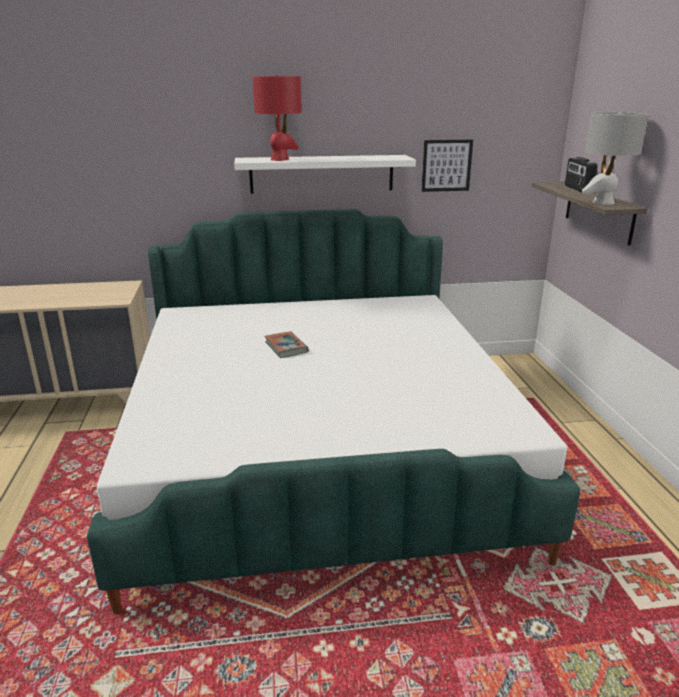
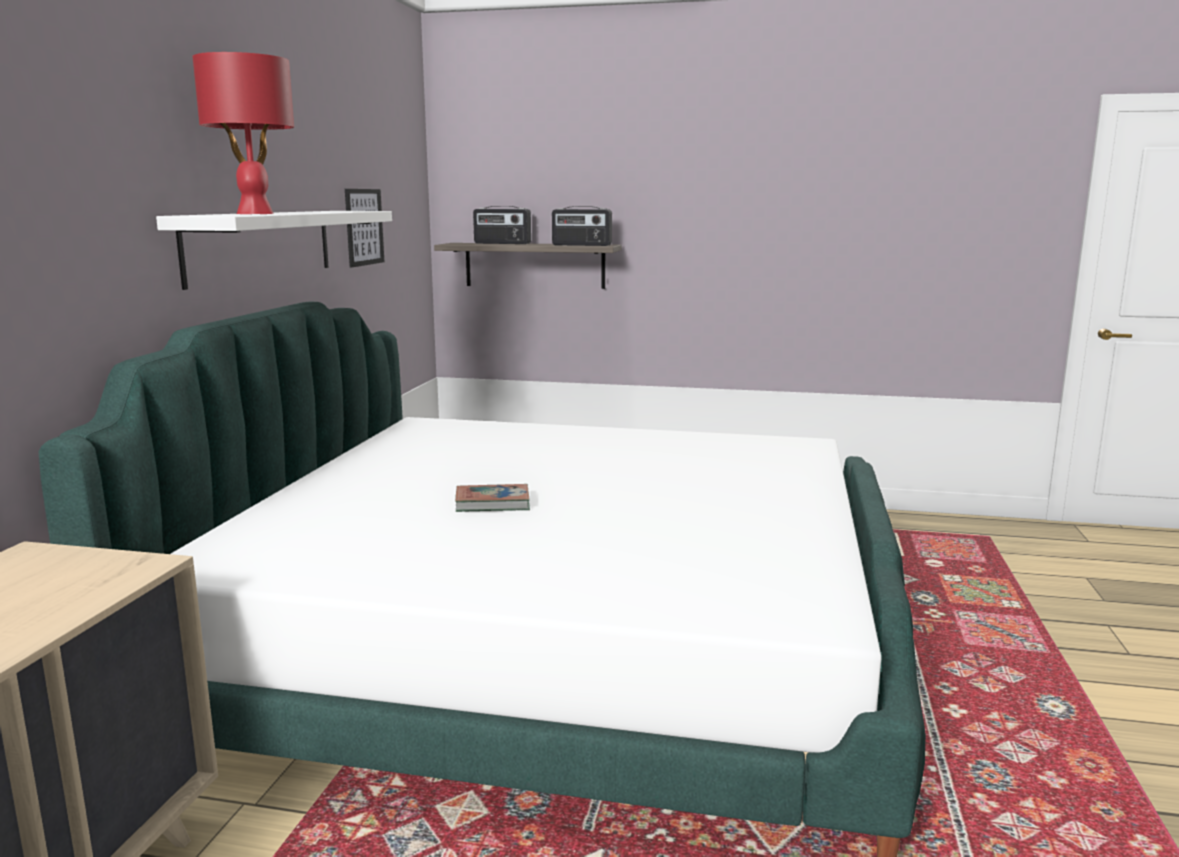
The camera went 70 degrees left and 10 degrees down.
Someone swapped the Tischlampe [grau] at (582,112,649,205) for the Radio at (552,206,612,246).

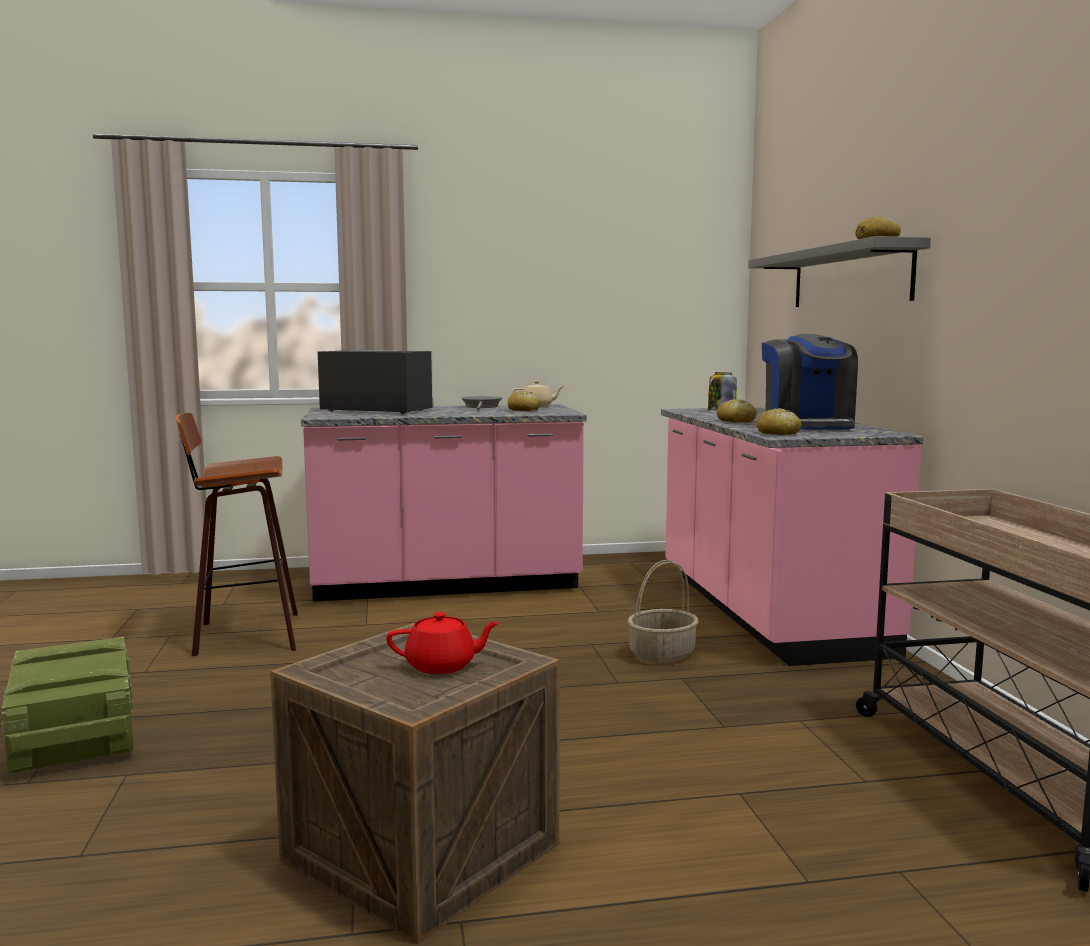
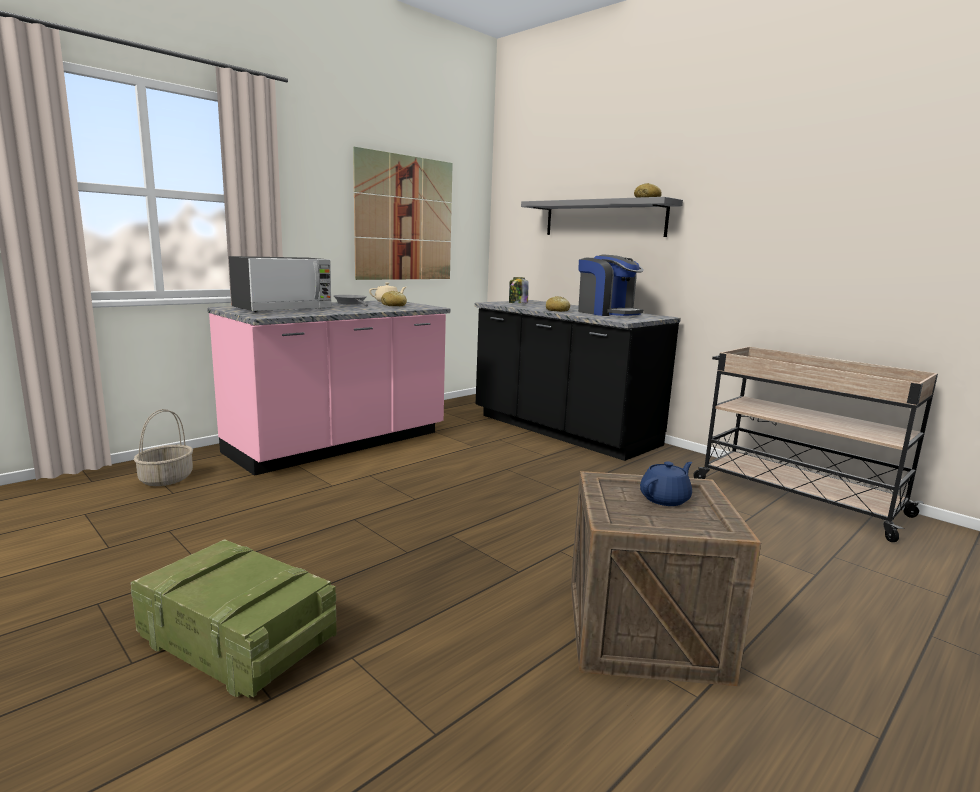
The camera went 35 degrees left and 5 degrees up.
Someone took away the Hocker at (175,413,298,656).
Someone rotated the Mikrowelle at (318,350,434,414) by 150 degrees clockwise.
Someone repainted the Teekanne [rot] at (386,612,500,674), which became the Teekanne [blau] at (640,461,692,506).
Someone carried the Korb from (627,560,698,663) to (134,409,193,486).
Someone repainted the Küchenzeile [rosa] at (661,407,923,666), which became the Küchenzeile [schwarz] at (474,300,681,461).
Someone took away the Brot at (756,408,802,435).
Someone put up the Bild at (353,147,453,280).

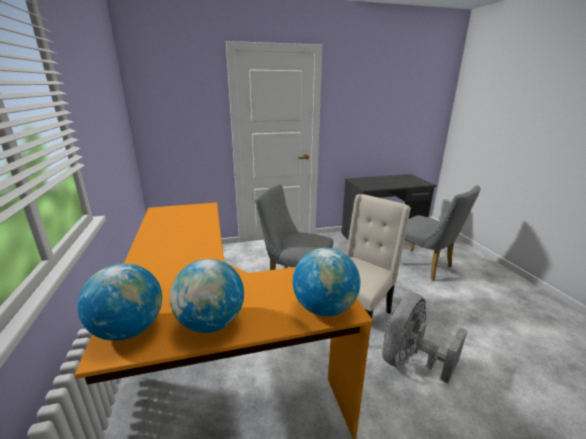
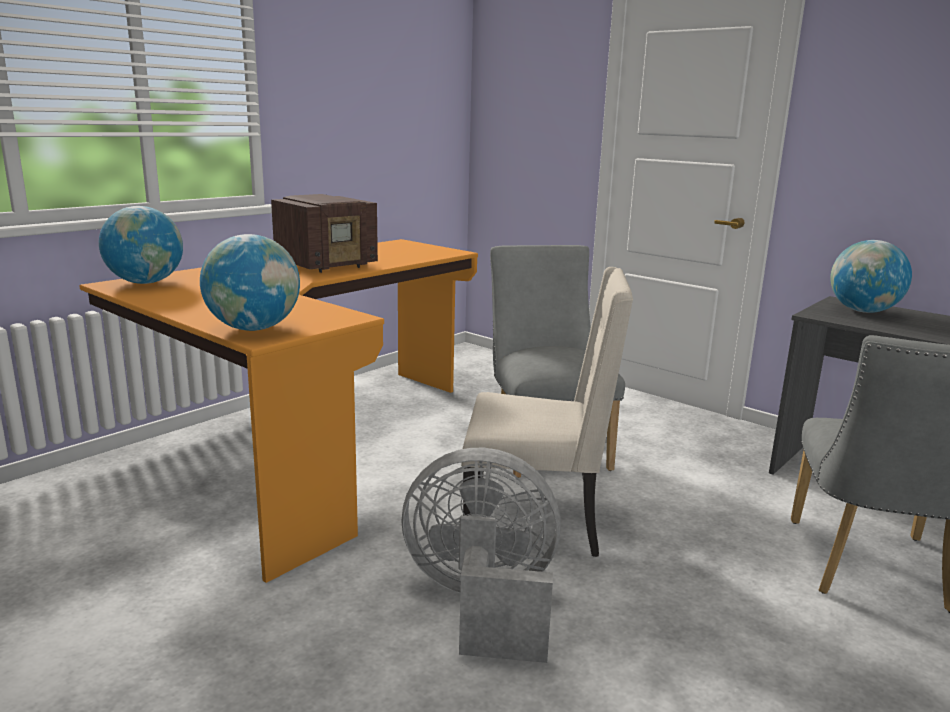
The camera went 55 degrees right and 5 degrees down.
Someone carried the Globus from (170,259,244,333) to (830,240,912,313).
Someone put down the Radio at (271,194,378,273).

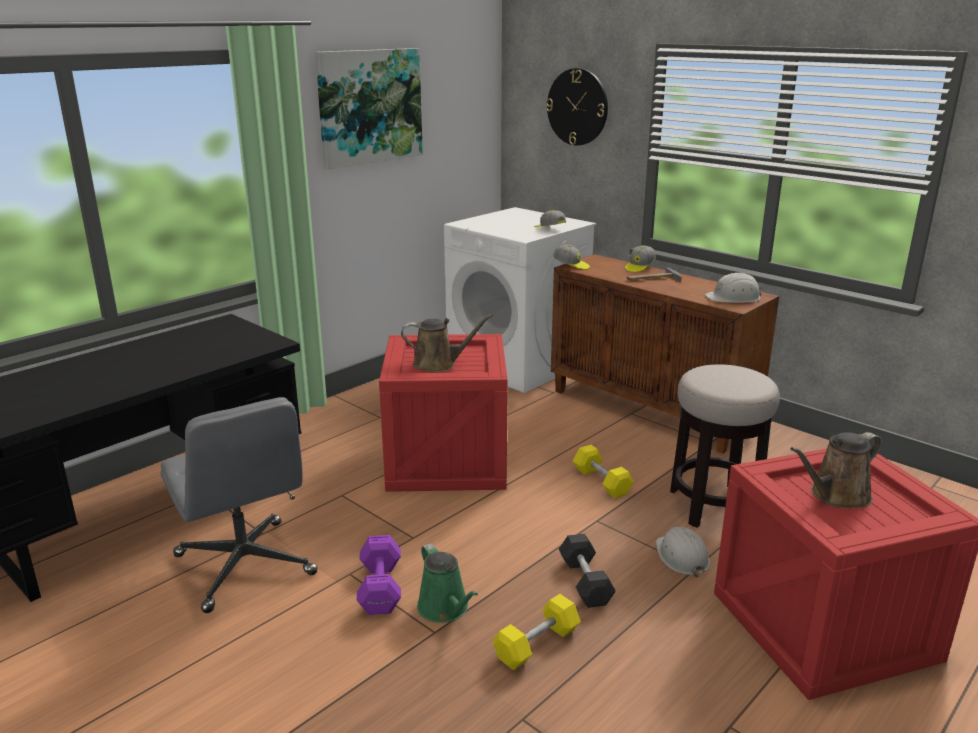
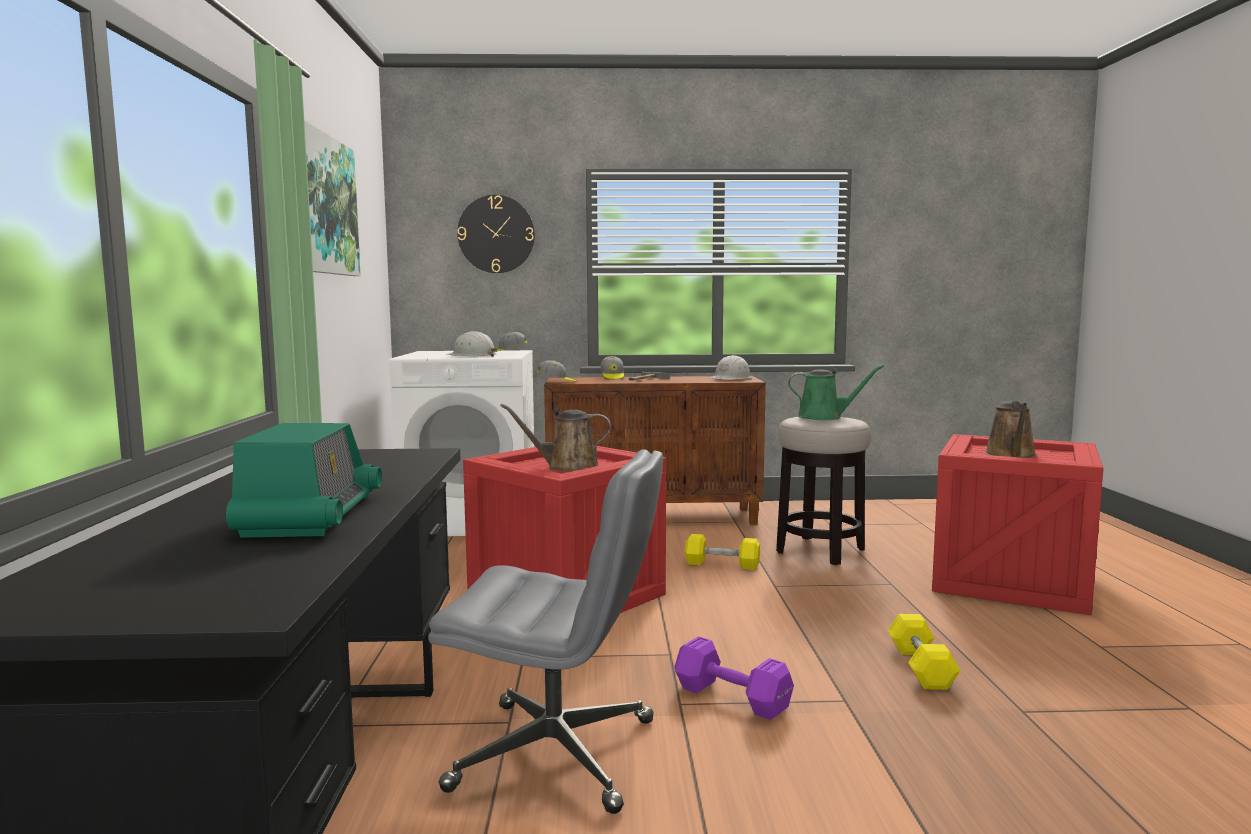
The camera went 45 degrees left and 15 degrees down.
Someone rotated the Gießkanne [braun] at (401,314,493,373) by 135 degrees counterclockwise.
Someone carried the Gießkanne [grün] from (417,544,478,623) to (788,365,884,420).
Someone took away the Hantel [grau] at (559,534,616,608).
Someone carried the Schutzhelm [weiß] from (656,527,710,577) to (446,331,497,357).
Someone put down the Radio at (226,423,382,538).

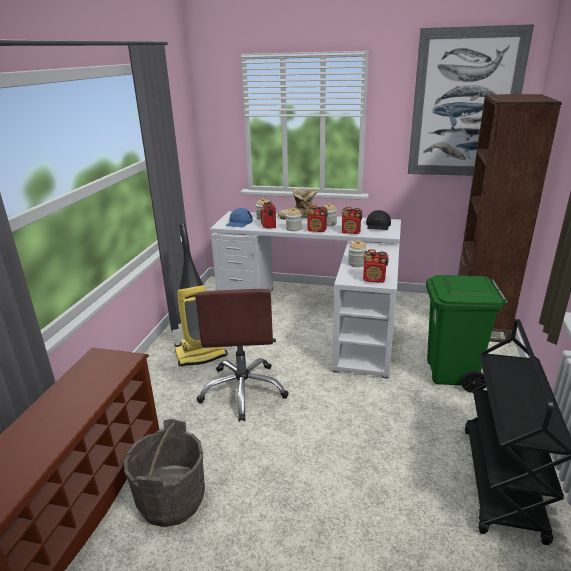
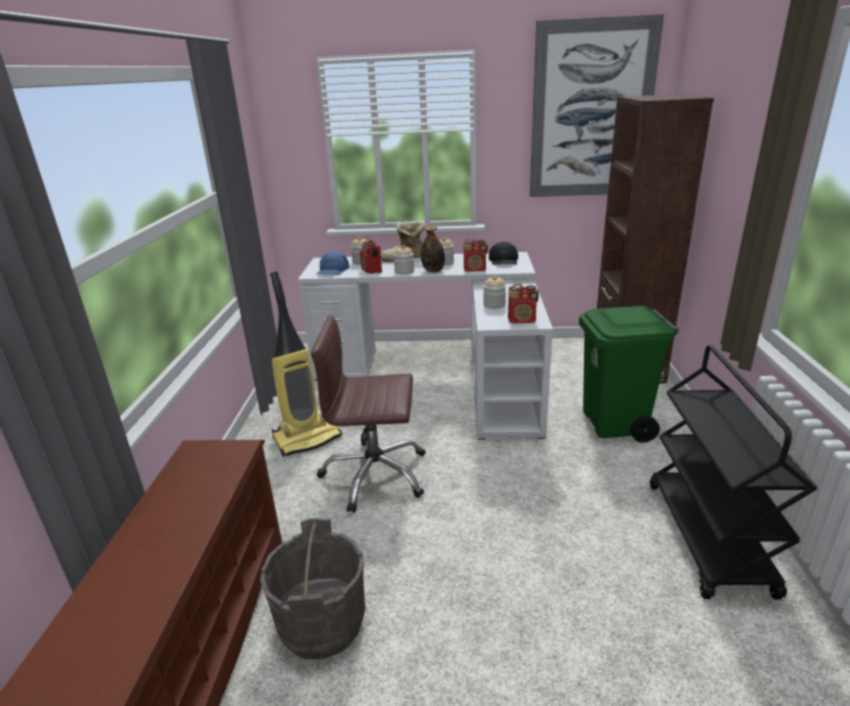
The camera went 10 degrees left and 0 degrees up.
Someone rotated the Bürostuhl [braun] at (195,289,289,422) by 105 degrees clockwise.
Someone swapped the Radio at (307,205,327,232) for the Flasche at (421,225,445,273).

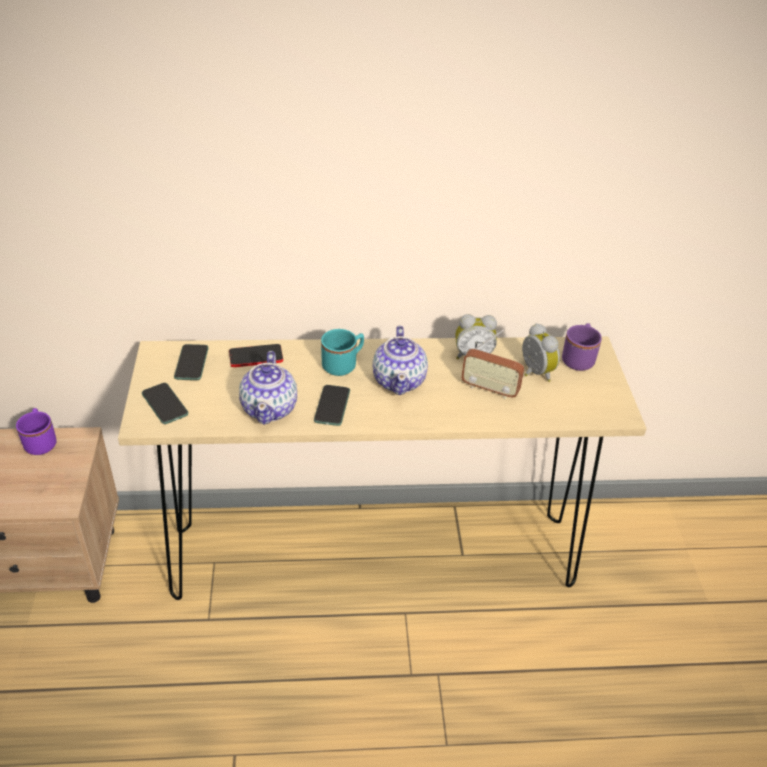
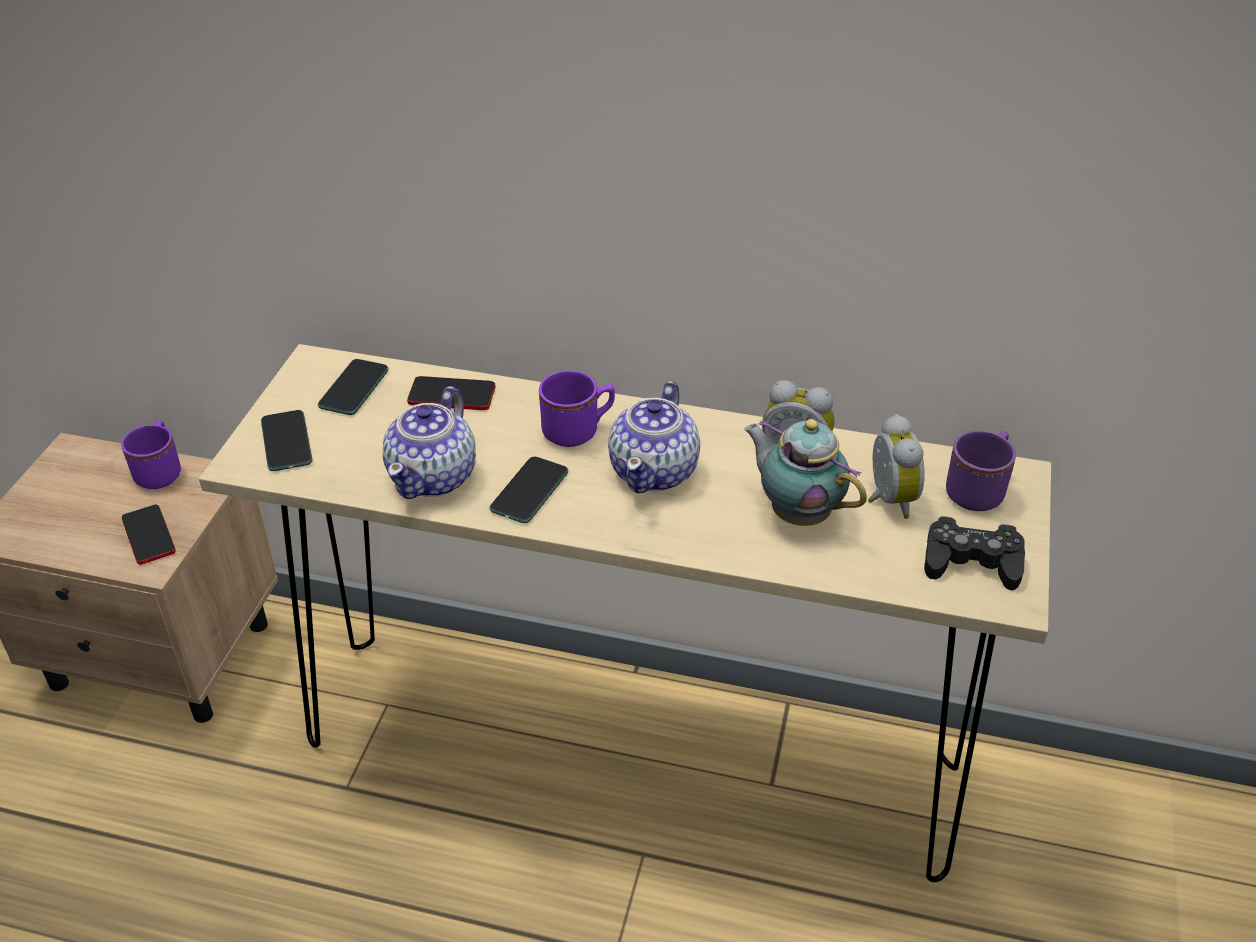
The camera went 20 degrees right and 0 degrees up.
Someone repainted the Henkelbecher [türkis] at (321,329,364,376), which became the Henkelbecher [lila] at (539,370,615,447).
Someone swapped the Radio at (461,330,524,399) for the Teekanne at (744,419,867,526).
Someone put down the Handy at (122,504,176,565).
Someone put down the Gamepad [schwarz] at (924,516,1025,590).

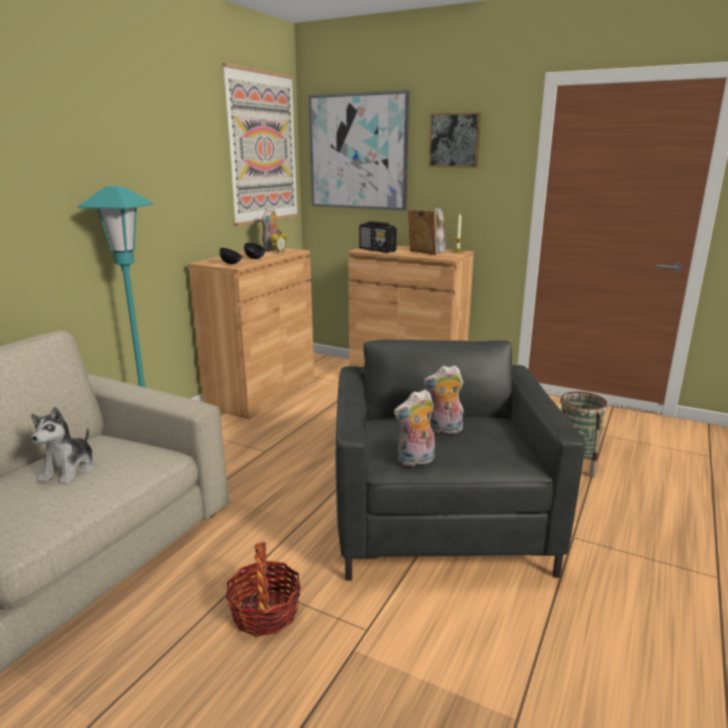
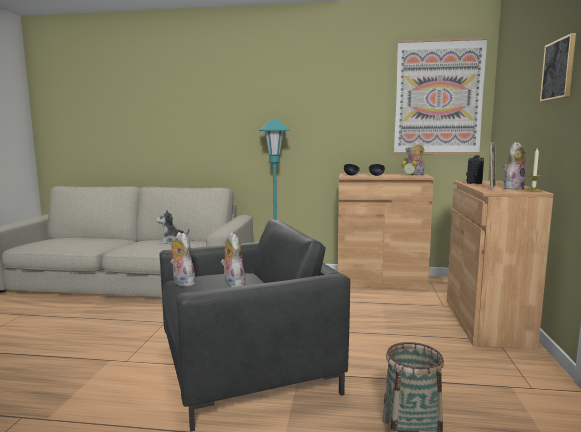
The camera went 70 degrees right and 10 degrees down.
Someone took away the Korb at (226,542,301,637).
Someone took away the Bild at (309,90,409,211).

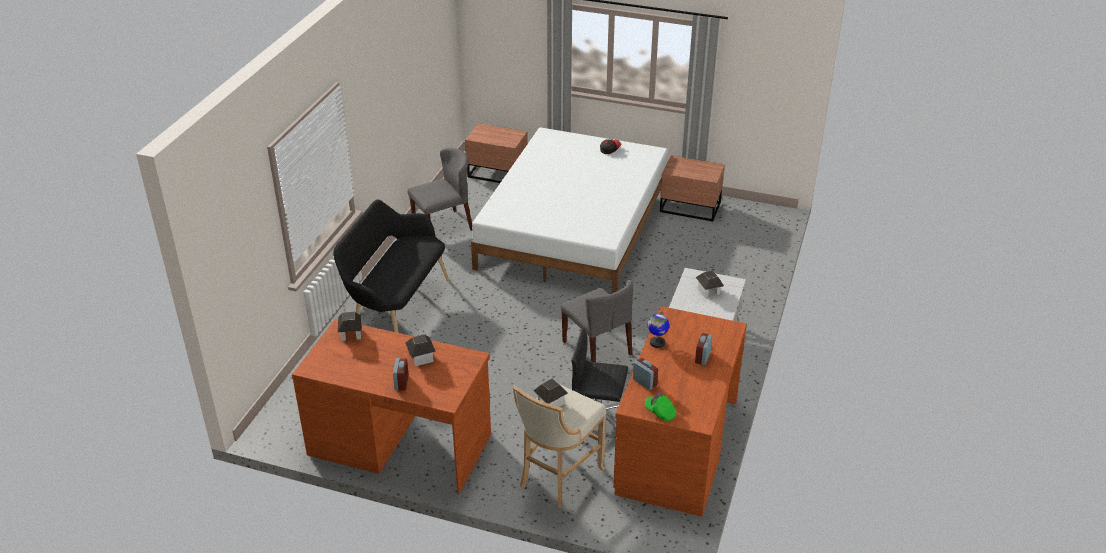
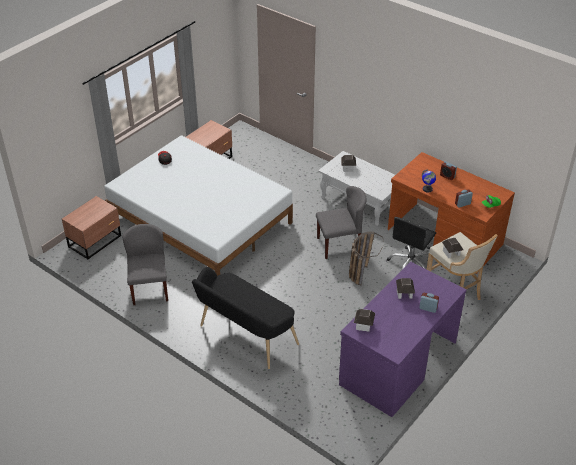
The camera went 70 degrees left and 5 degrees up.
Someone repainted the Schreibtisch [braun] at (292,319,491,494), which became the Schreibtisch [lila] at (339,262,466,417).
Someone put down the Korb at (349,232,384,285).

